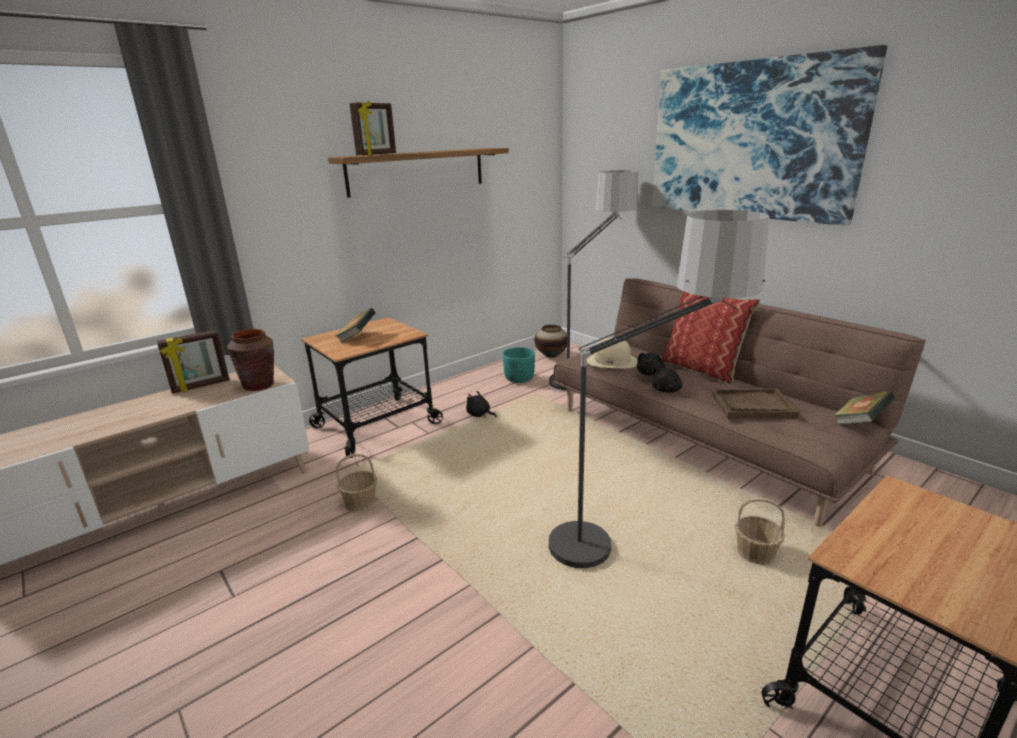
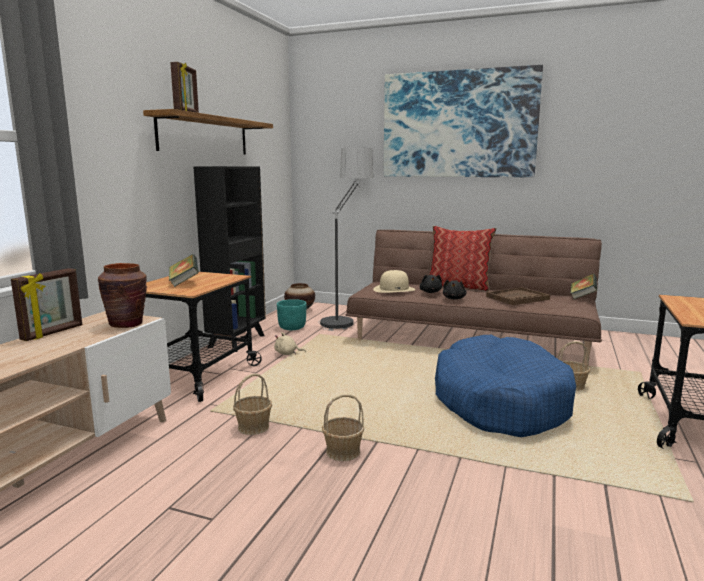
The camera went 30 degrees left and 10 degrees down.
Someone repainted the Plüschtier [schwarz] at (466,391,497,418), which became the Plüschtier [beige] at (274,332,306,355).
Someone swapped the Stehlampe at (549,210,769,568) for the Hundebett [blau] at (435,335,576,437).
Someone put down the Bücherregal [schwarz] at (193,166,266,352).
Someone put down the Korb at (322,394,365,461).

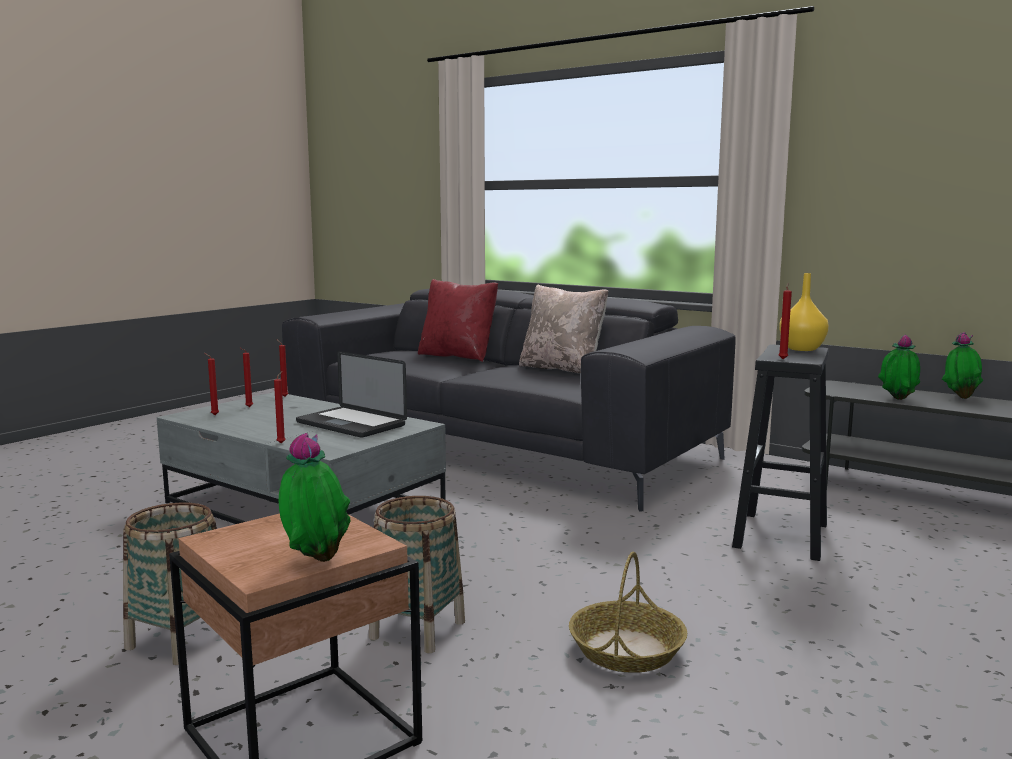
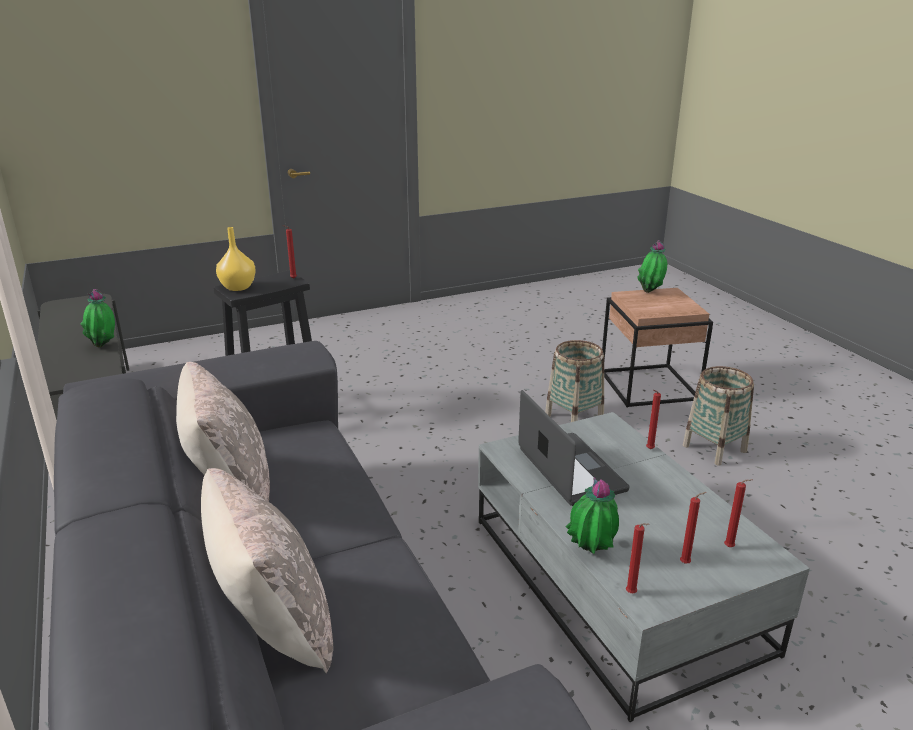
The camera went 150 degrees left and 15 degrees up.
Someone repainted the Kissen [rot] at (418,279,498,362), which became the Kissen [beige] at (201,468,333,673).
Someone took away the Korb at (569,552,687,673).
Someone carried the Topfpflanze from (942,332,983,399) to (566,477,619,554).

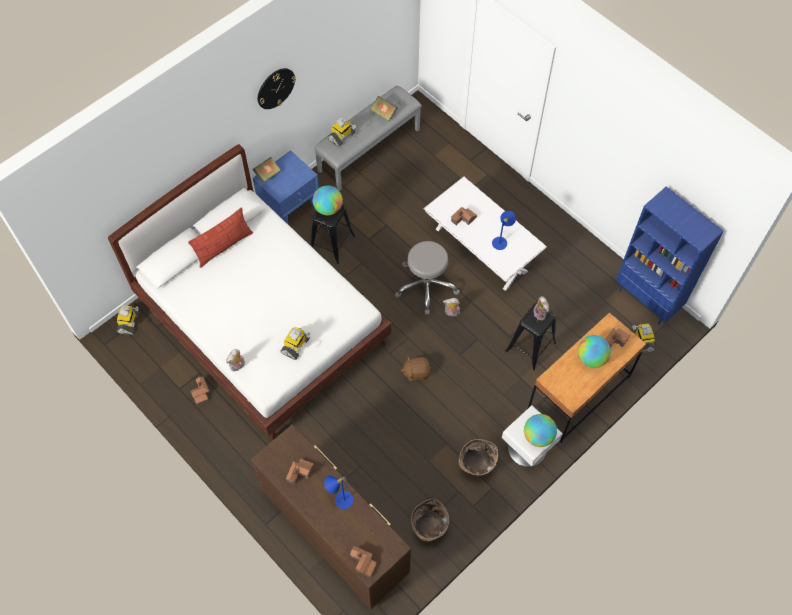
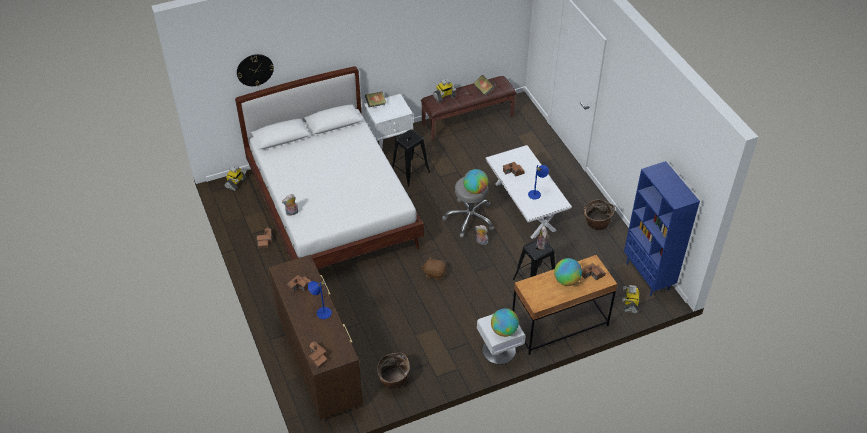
The camera went 20 degrees right and 15 degrees down.
Someone took away the Kissen at (188,207,253,268).
Someone repainted the Nachttisch [blau] at (253,150,319,224), which became the Nachttisch [weiß] at (364,94,413,149).
Someone carried the Wanduhr from (258,68,296,109) to (237,54,274,86).
Someone took away the Spielzeugroboter at (280,327,311,360).
Someone carried the Globus from (313,185,343,215) to (463,169,488,194).
Someone repainted the Bank [grau] at (314,86,422,191), which became the Bank [braun] at (421,76,516,141).
Someone carried the Korb from (459,439,498,477) to (583,199,615,230).

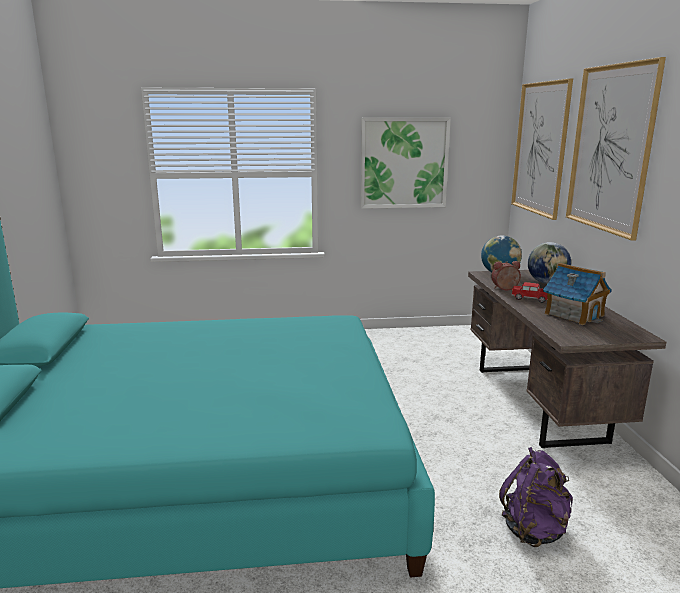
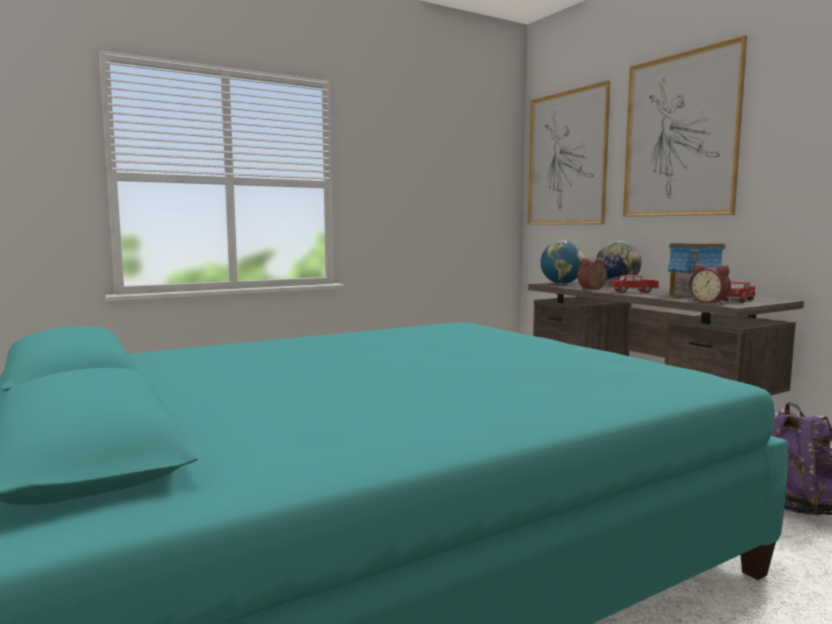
The camera went 25 degrees left and 10 degrees down.
Someone took away the Bild at (360,117,451,209).
Someone put down the Wecker at (689,264,731,304).
Someone put down the Spielzeuglaster at (722,281,755,302).

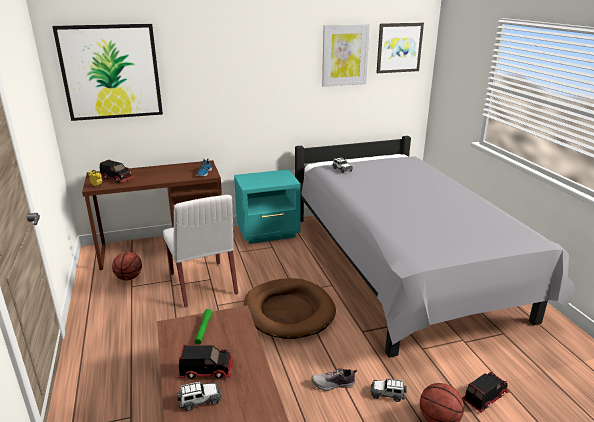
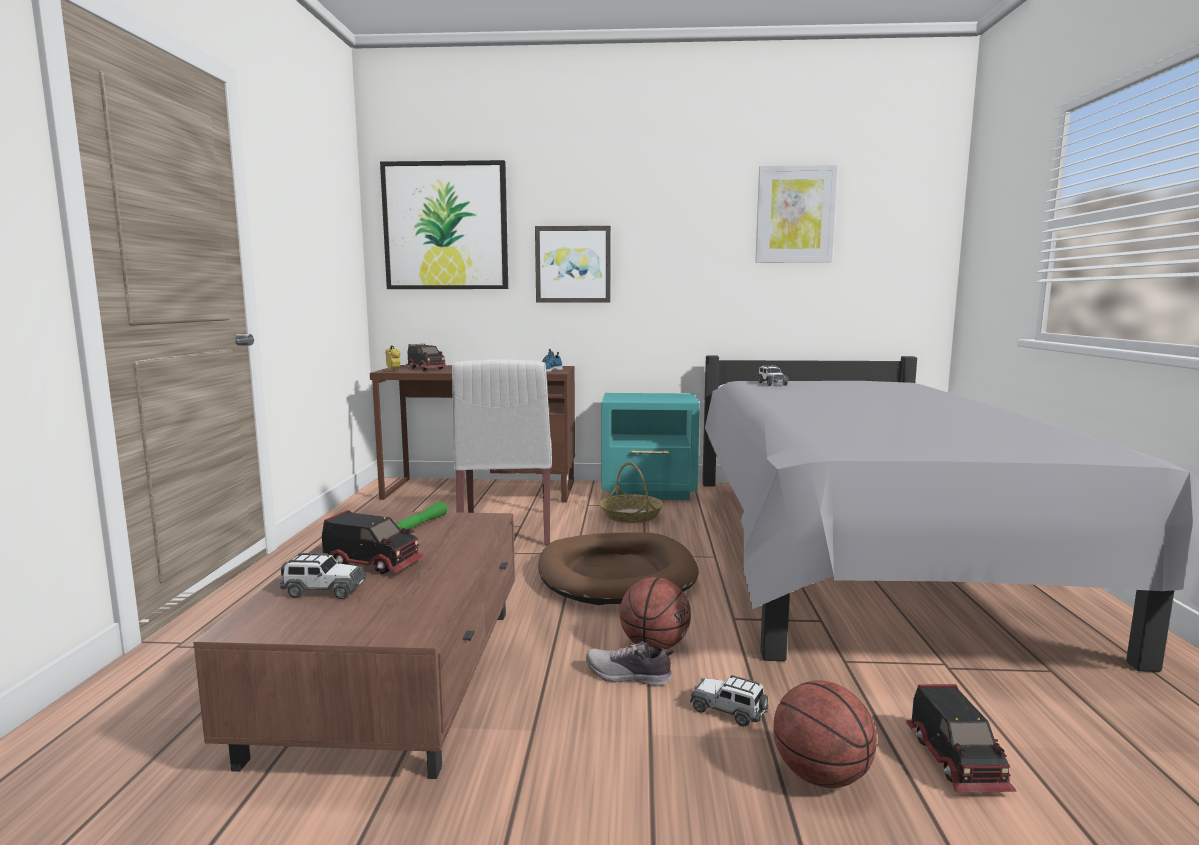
The camera went 20 degrees right and 15 degrees down.
Someone carried the Basketball from (112,252,142,280) to (620,577,691,650).
Someone carried the Bild from (377,23,424,73) to (535,226,611,302).
Someone rotated the Spielzeuglaster at (462,371,510,413) by 105 degrees clockwise.
Someone put down the Korb at (600,462,663,523).

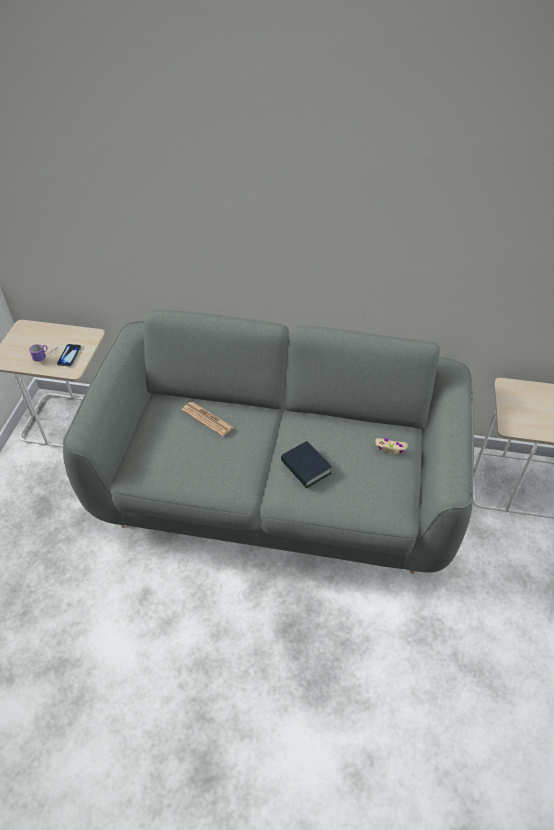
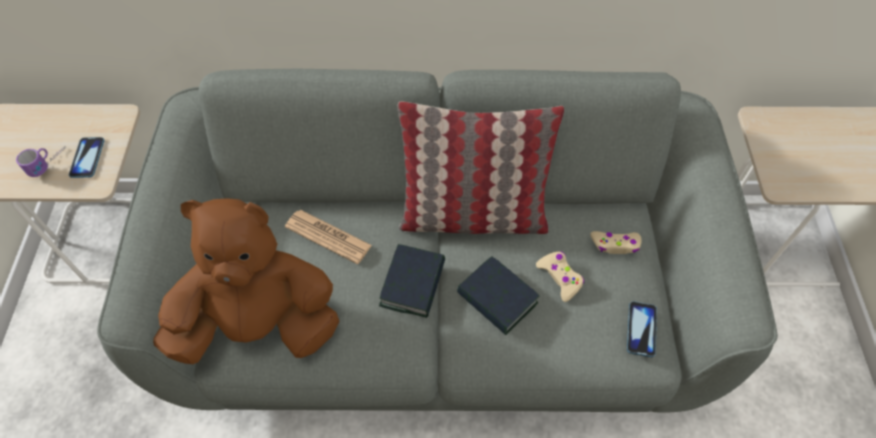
The camera went 10 degrees left and 10 degrees up.
Someone put down the Plüschtier [braun] at (153,198,339,364).
Someone put down the Buch at (379,244,445,318).
Someone put down the Kissen at (398,101,564,234).
Someone put down the Gamepad [beige] at (536,251,584,302).
Someone put down the Handy at (627,301,657,357).

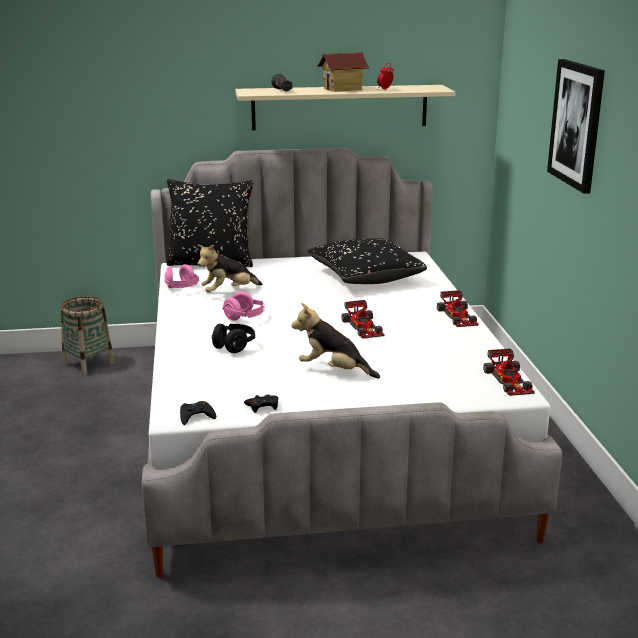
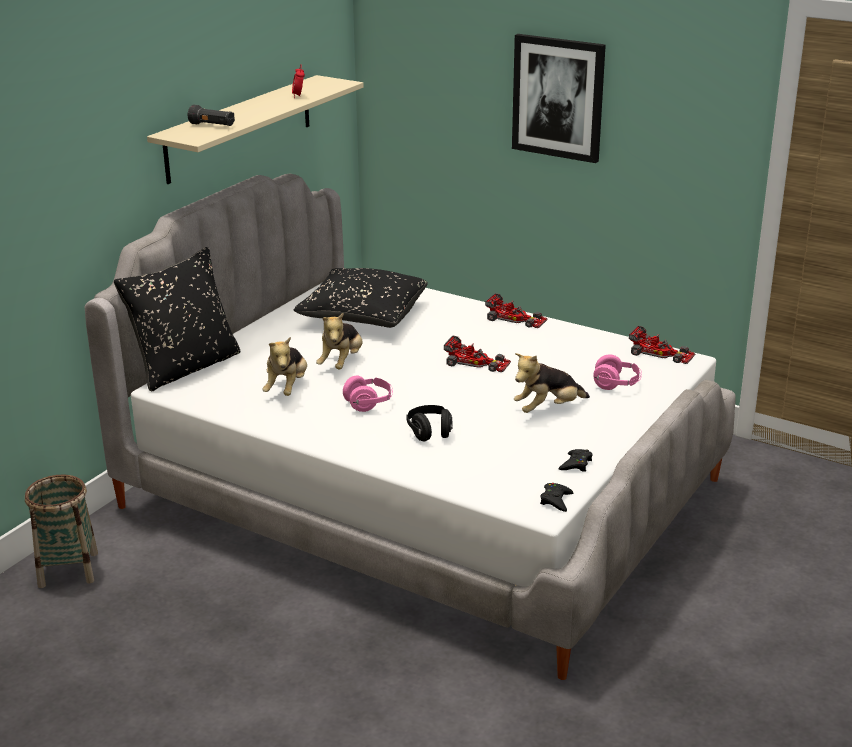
The camera went 50 degrees left and 5 degrees up.
Someone carried the Kopfhörer [rosa] from (164,264,199,288) to (593,354,642,390).
Someone took away the Spielzeughaus at (316,52,370,92).
Someone put down the Plüschtier at (316,312,363,369).

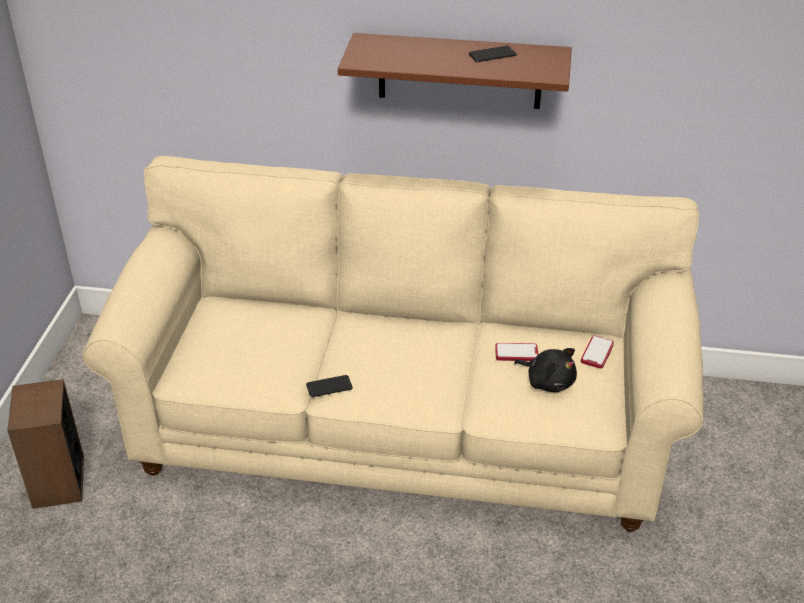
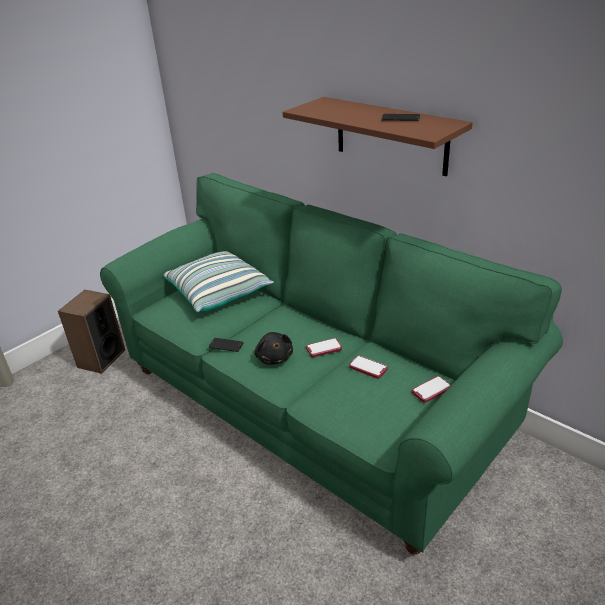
The camera went 35 degrees right and 5 degrees down.
Someone repainted the Sofa [beige] at (82,156,703,532), which became the Sofa [grün] at (100,173,563,555).
Someone carried the Plüschtier [schwarz] from (514,348,577,392) to (254,332,293,365).
Someone put down the Kissen at (163,251,274,312).
Someone put down the Handy at (306,338,342,357).

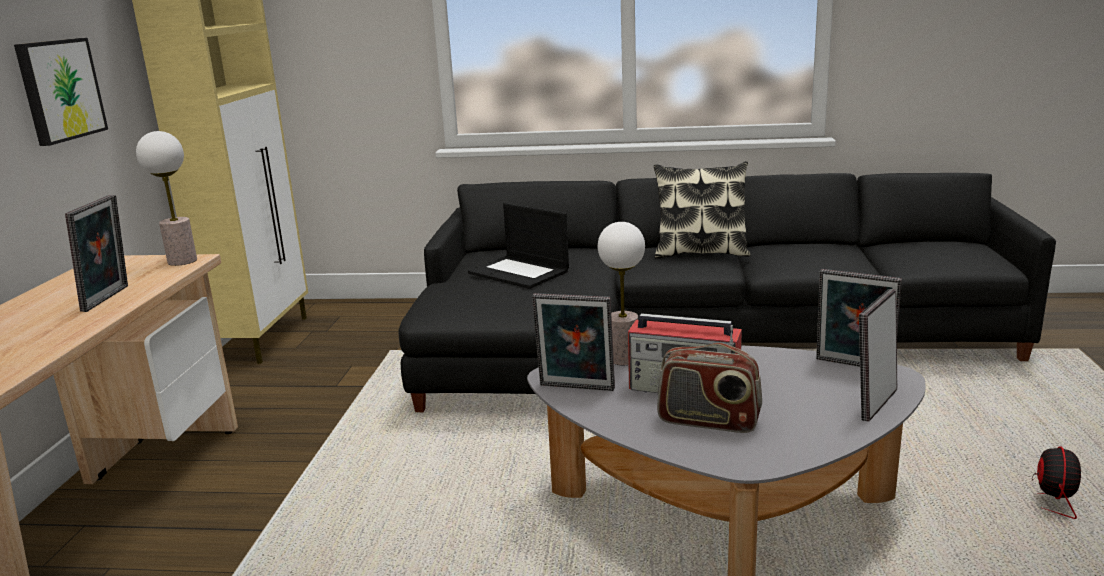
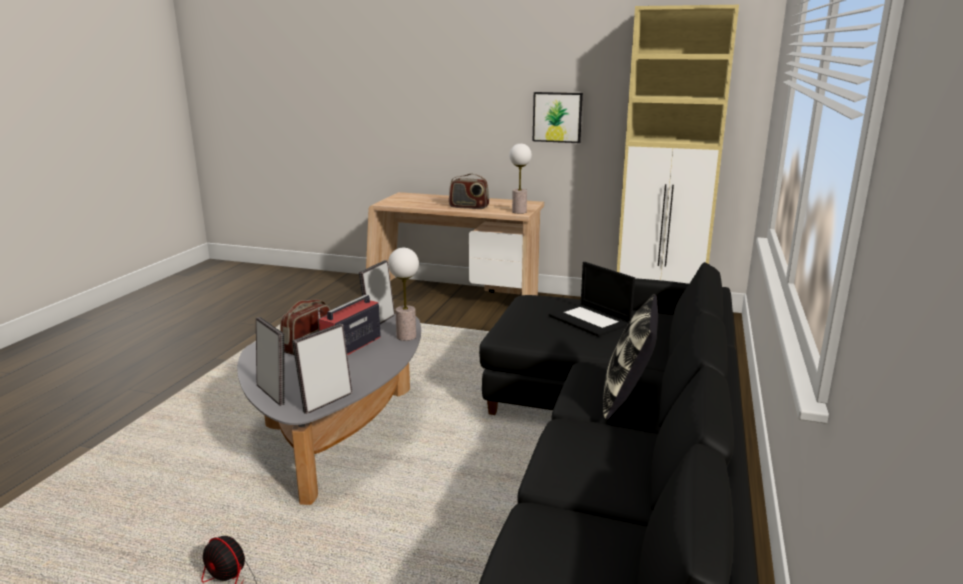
The camera went 100 degrees right and 0 degrees up.
Someone swapped the Bilderrahmen at (65,195,128,312) for the Radio at (449,173,489,209).
Someone rotated the Laptop at (468,203,569,289) by 90 degrees counterclockwise.

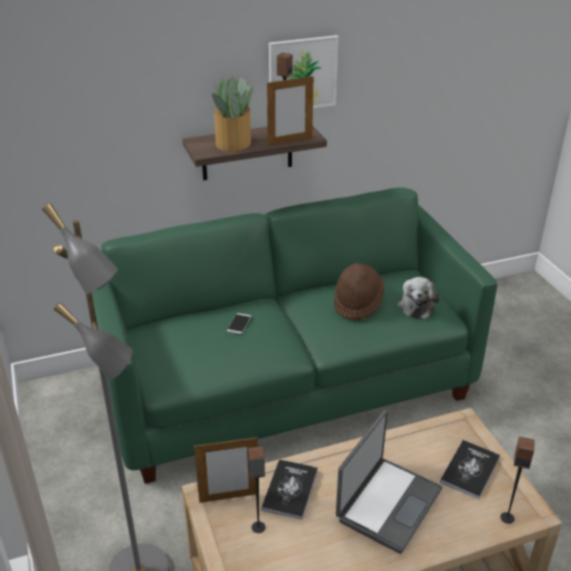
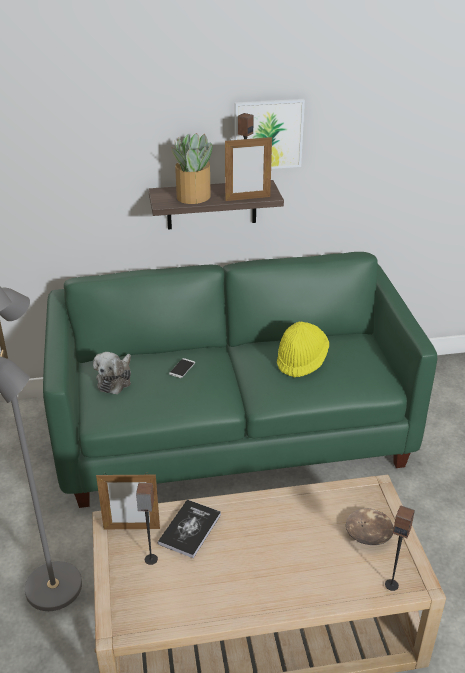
The camera went 10 degrees right and 0 degrees up.
Someone repainted the Hut [braun] at (334,263,385,321), which became the Hut [gelb] at (277,321,329,378).
Someone took away the Laptop at (336,410,442,554).
Someone carried the Plüschtier from (397,277,439,319) to (93,352,131,394).
Someone swapped the Buch at (440,440,500,499) for the Schüssel [braun] at (346,508,394,545).

